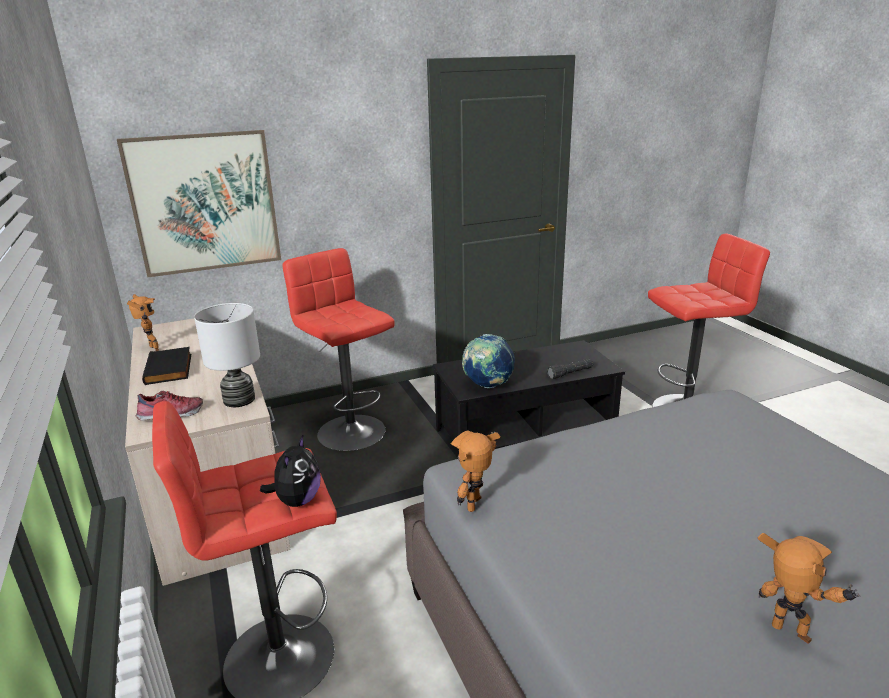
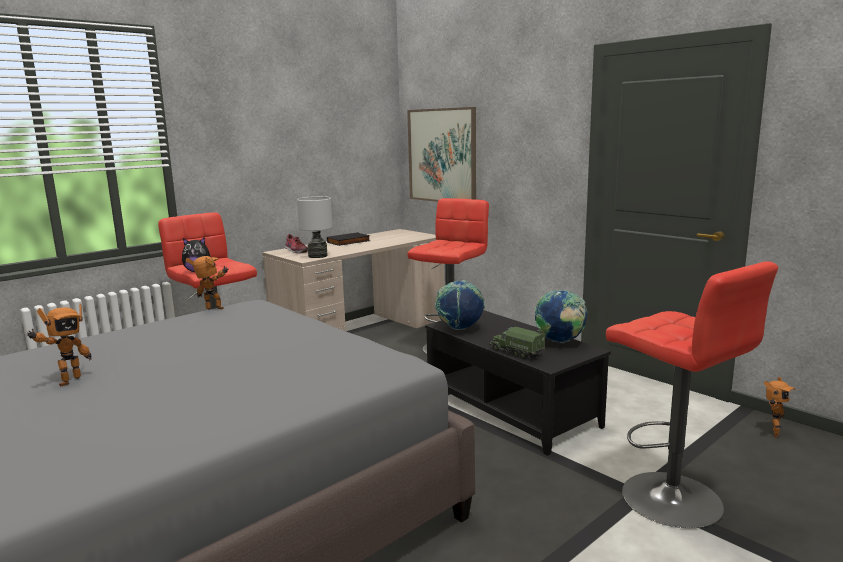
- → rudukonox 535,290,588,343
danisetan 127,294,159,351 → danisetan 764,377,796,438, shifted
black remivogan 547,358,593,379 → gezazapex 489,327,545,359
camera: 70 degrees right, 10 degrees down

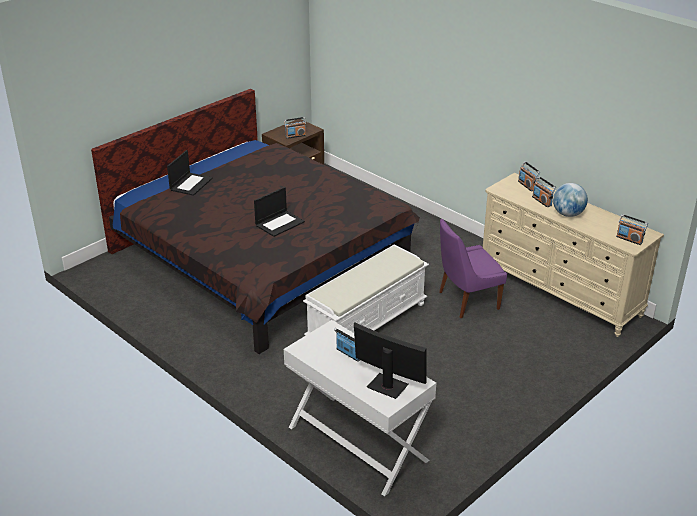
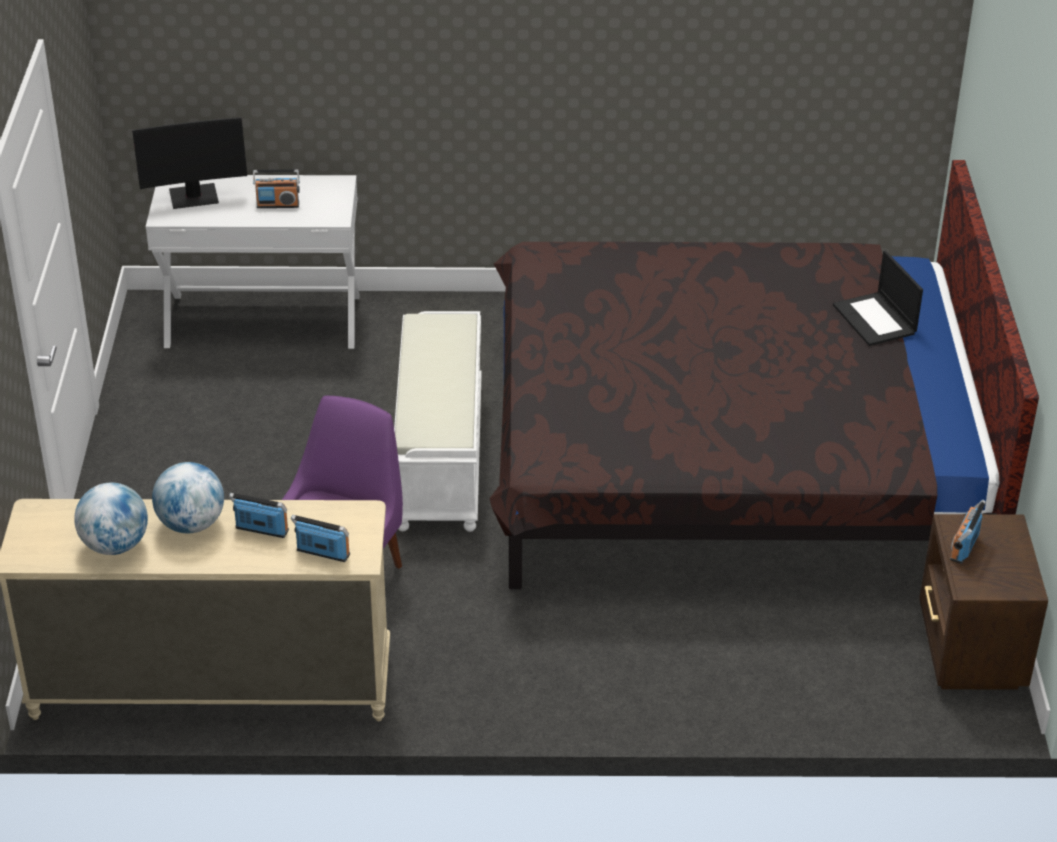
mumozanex 254,187,305,237 → -
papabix 616,214,648,245 → -
- → rudukonox 74,483,148,555
camera: 135 degrees right, 5 degrees up

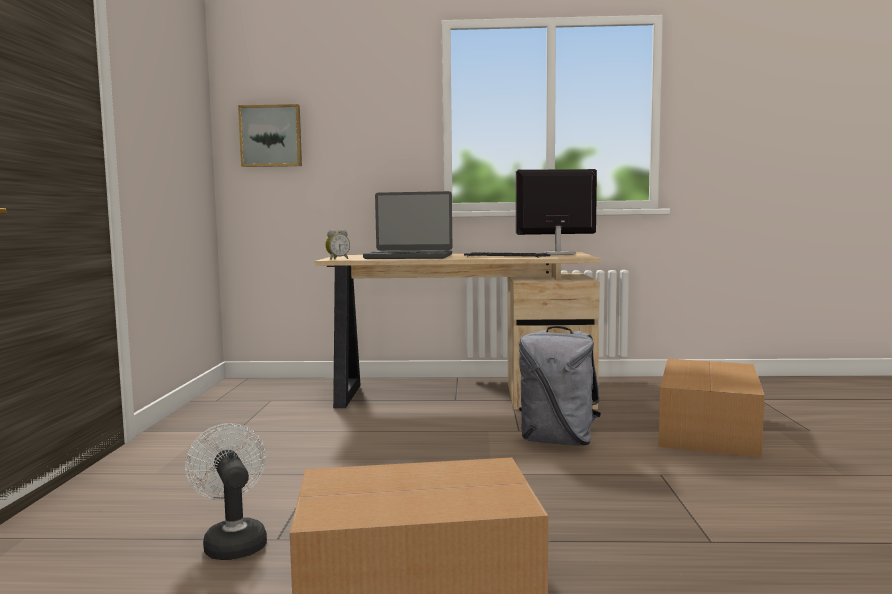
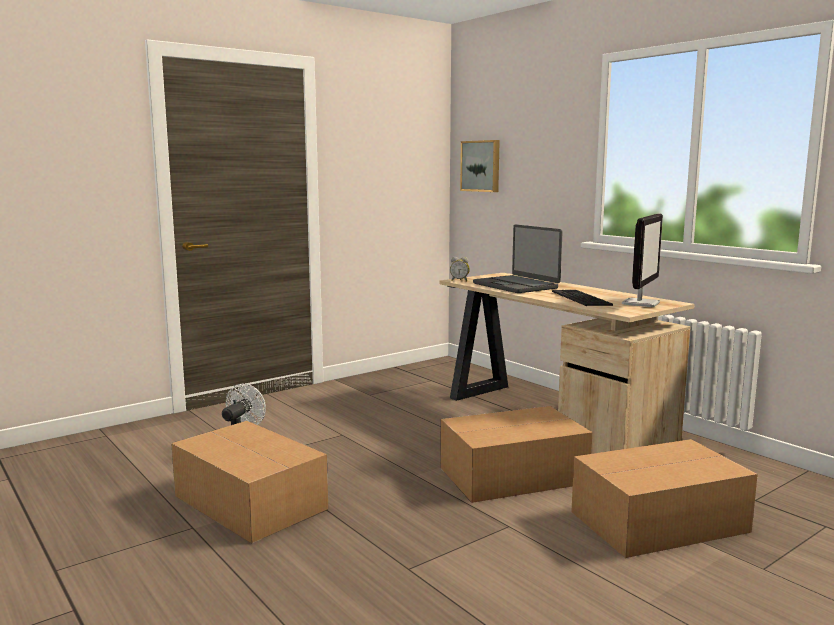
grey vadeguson 519,326,601,446 → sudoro 440,406,592,503
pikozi 516,169,597,255 → pikozi 622,214,663,307, 75 degrees clockwise
camera: 50 degrees right, 5 degrees up

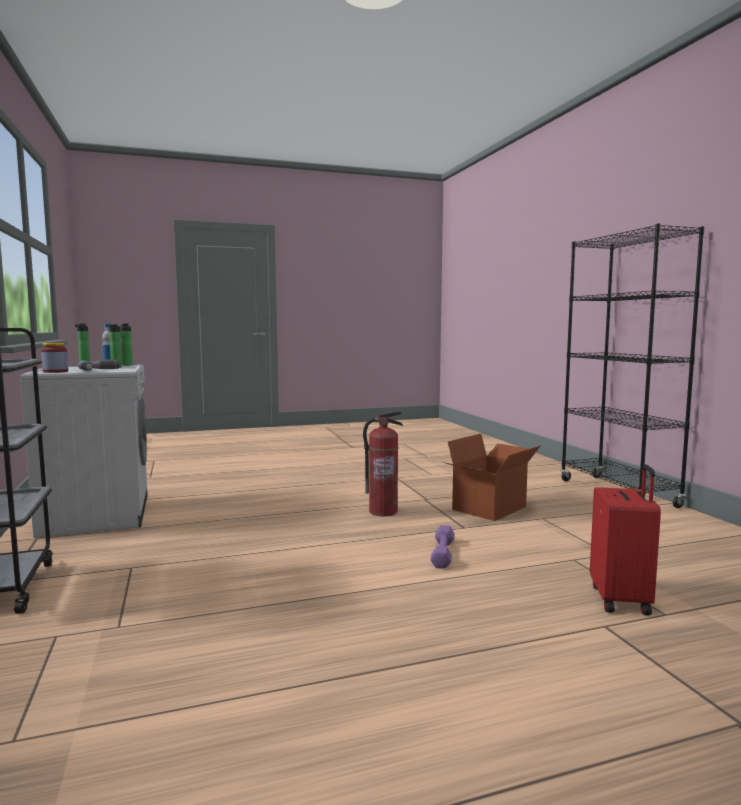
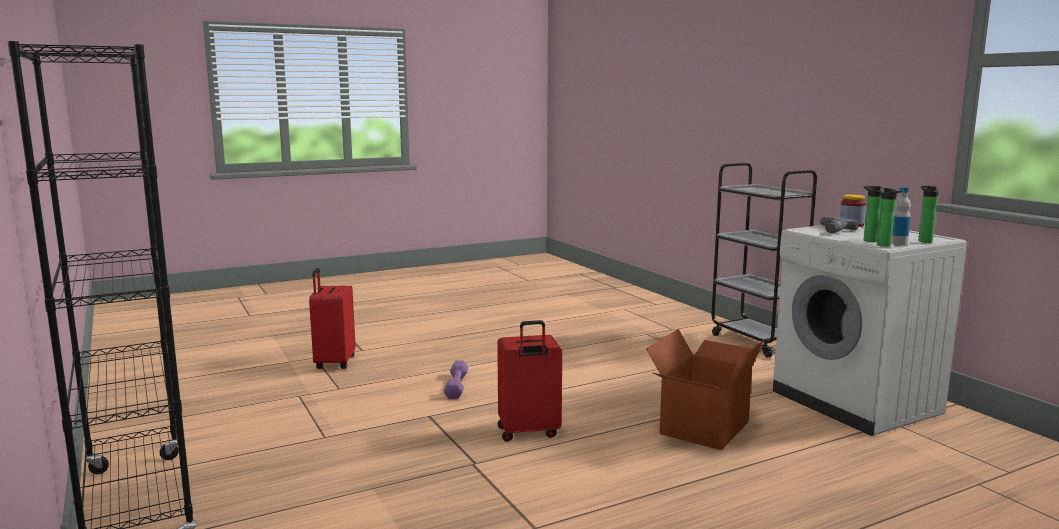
sudoro 443,434,541,521 → sudoro 646,329,764,450, shifted
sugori 363,411,403,516 → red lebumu 497,320,562,442
camera: 170 degrees right, 5 degrees up

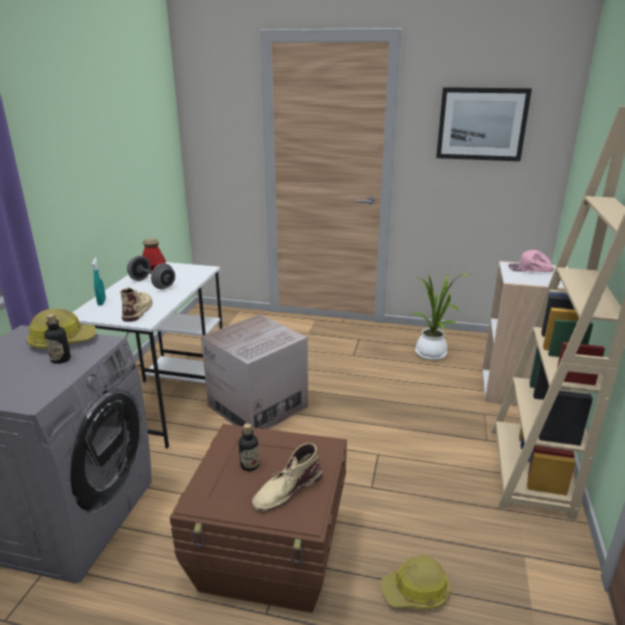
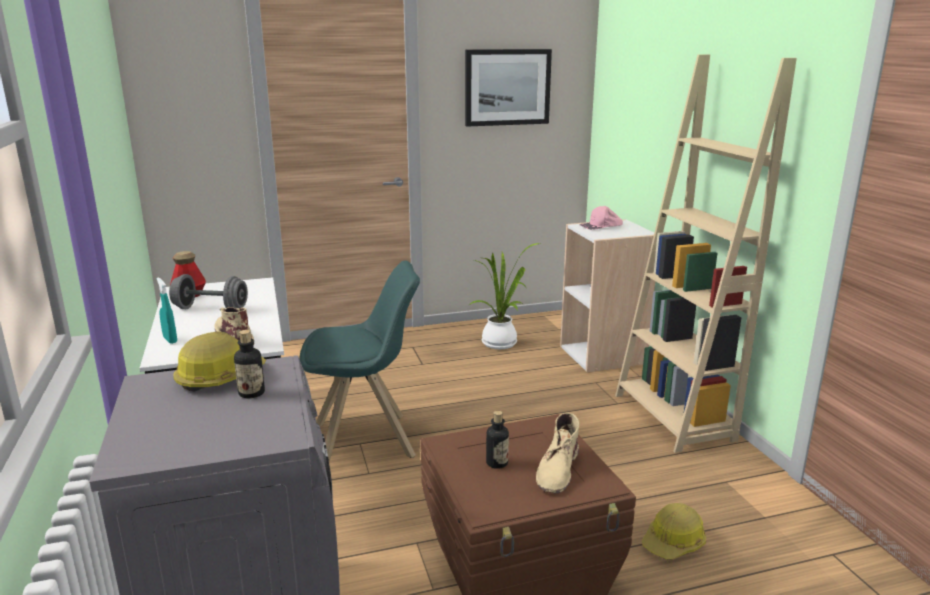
sudoro 201,314,308,429 → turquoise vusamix 299,260,420,462
camera: 30 degrees left, 5 degrees down

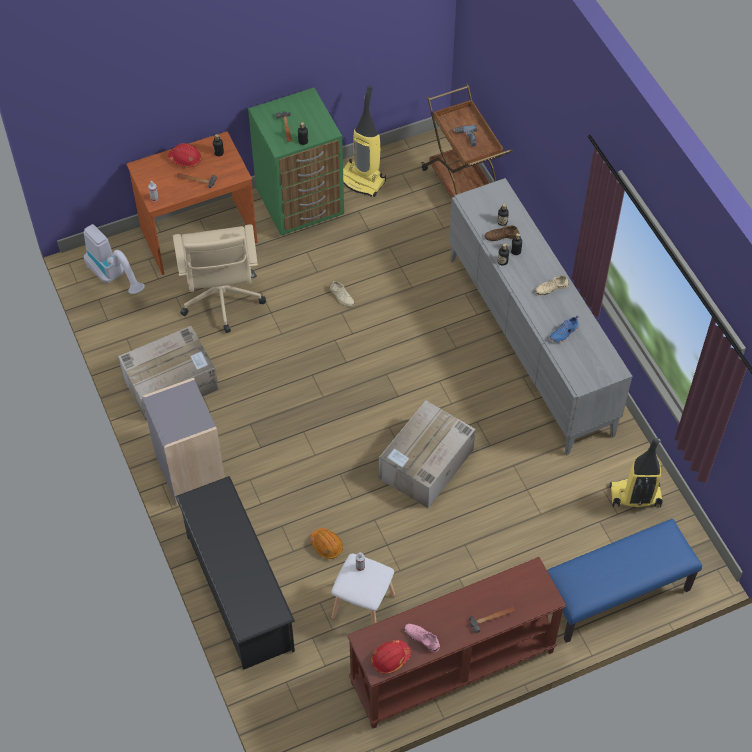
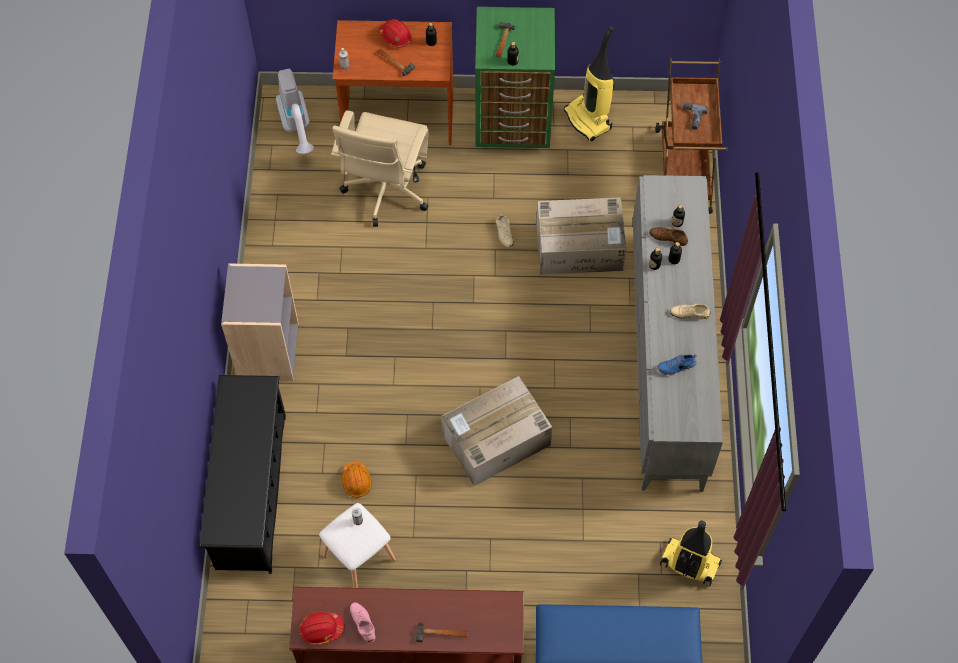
sudoro 118,326,218,421 → sudoro 536,198,627,275, shifted
camera: 25 degrees right, 5 degrees up

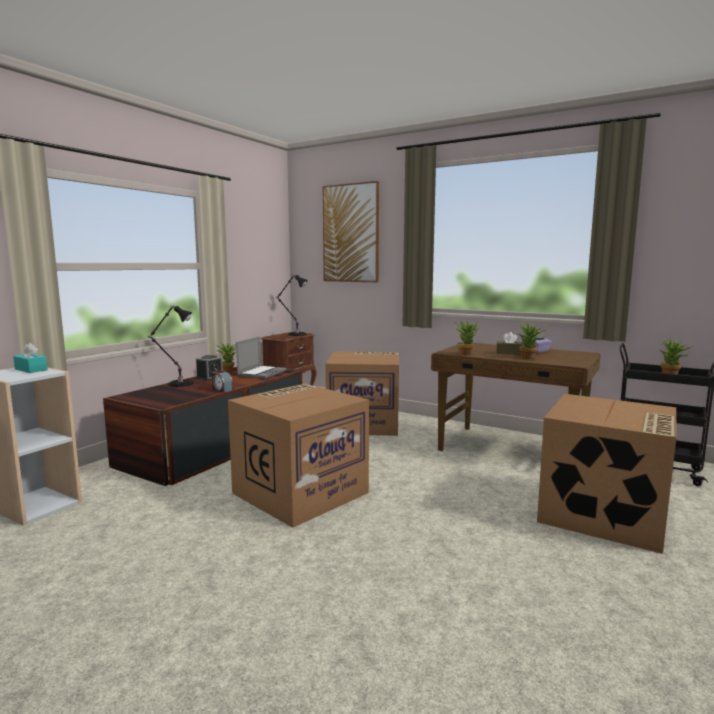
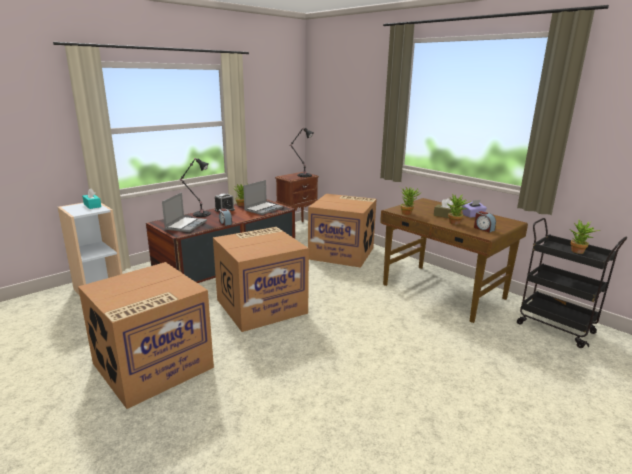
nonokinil 323,181,379,282 → -
- → mumozanex 162,192,207,232
- → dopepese 474,211,496,233
sudoro 537,394,677,554 → sudoro 78,262,214,409, shifted
camera: 15 degrees right, 10 degrees up

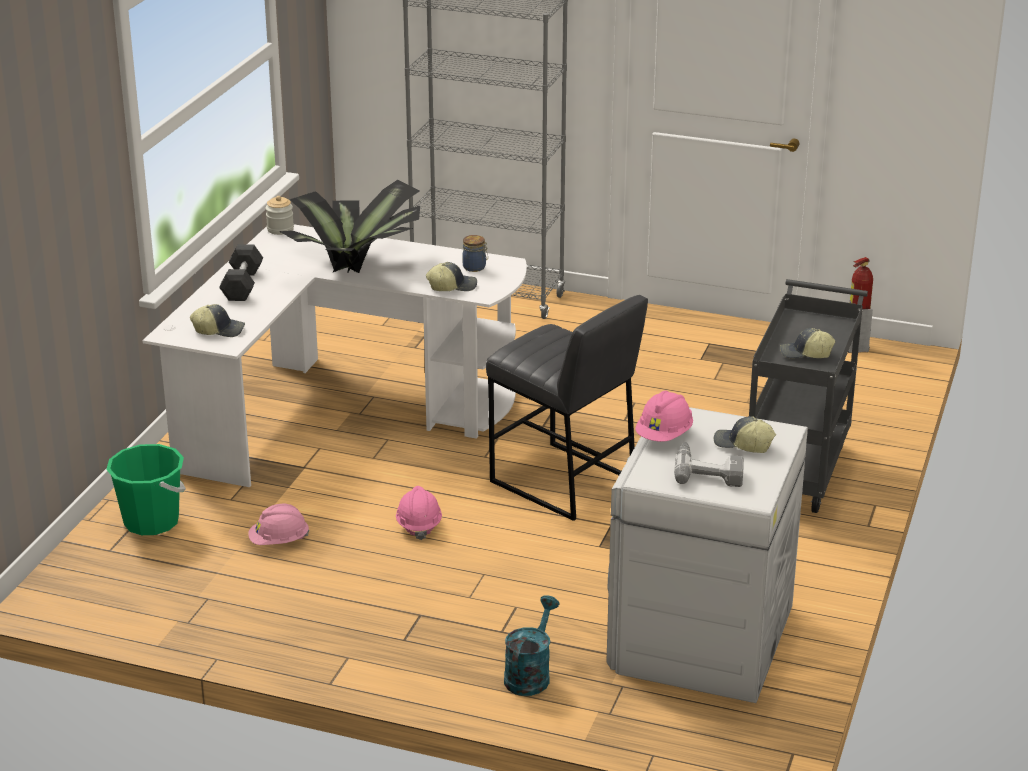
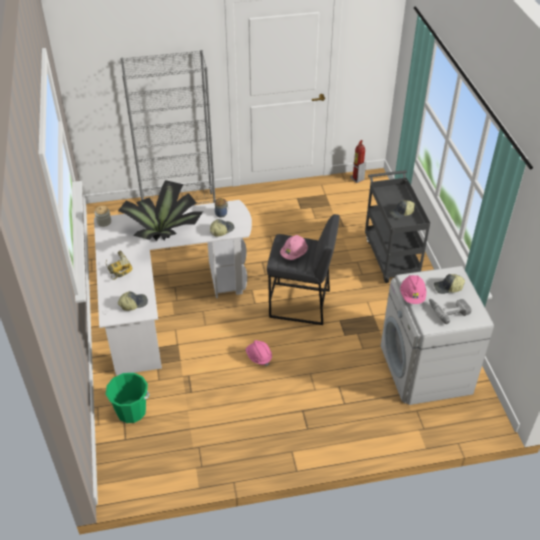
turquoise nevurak 504,595,560,696 → -
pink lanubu 248,504,310,545 → pink lanubu 280,235,308,260, shifted
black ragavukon 219,244,263,301 → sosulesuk 106,251,133,280
camera: 30 degrees left, 15 degrees up

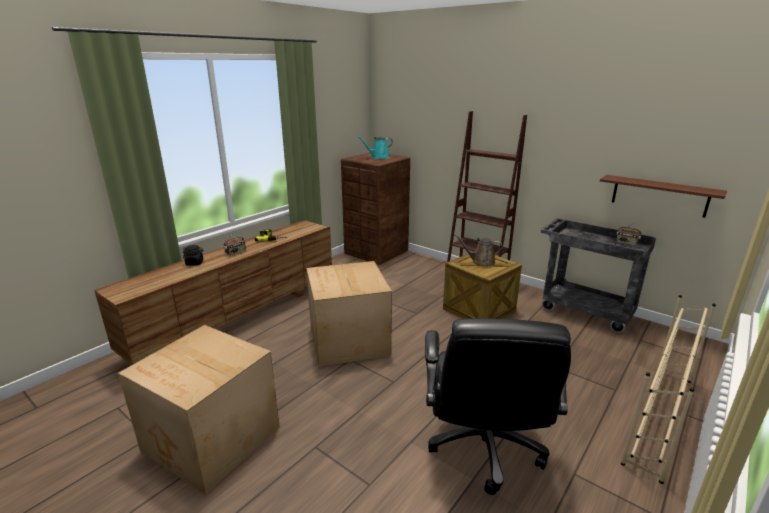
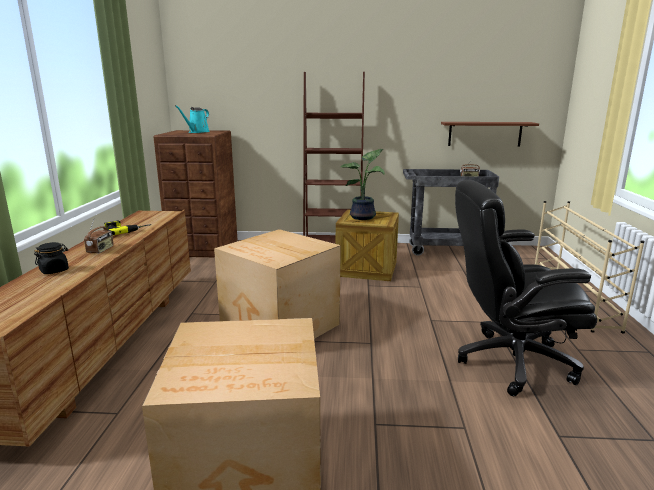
brown nevurak 454,234,503,267 → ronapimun 340,149,385,220
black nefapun 425,318,571,495 → black nefapun 455,180,597,396, 120 degrees clockwise
camera: 35 degrees left, 5 degrees down

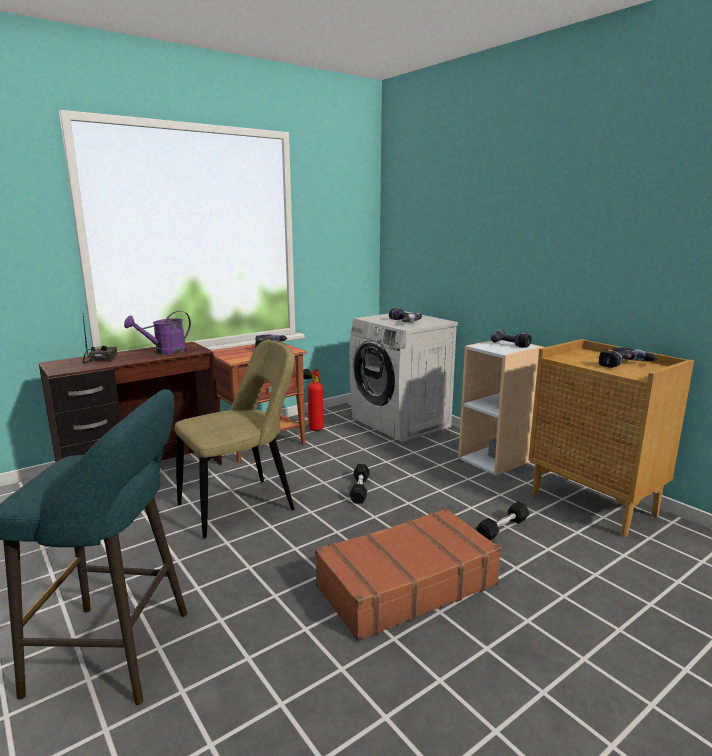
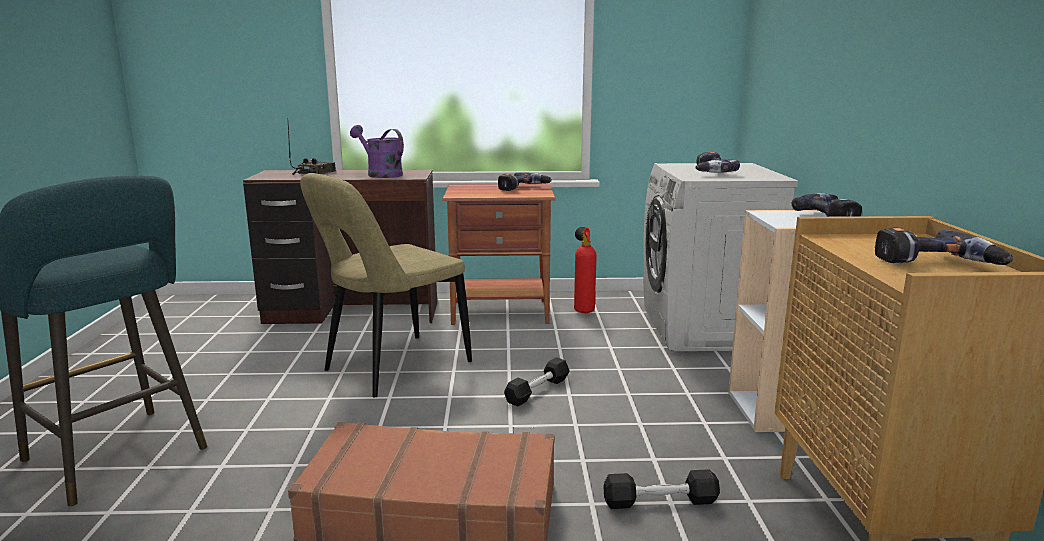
purple nevurak 124,311,191,355 → purple nevurak 350,125,404,178, 45 degrees clockwise
beige vusamix 175,340,295,539 → beige vusamix 300,173,472,398, 135 degrees clockwise
camera: 35 degrees right, 0 degrees up

